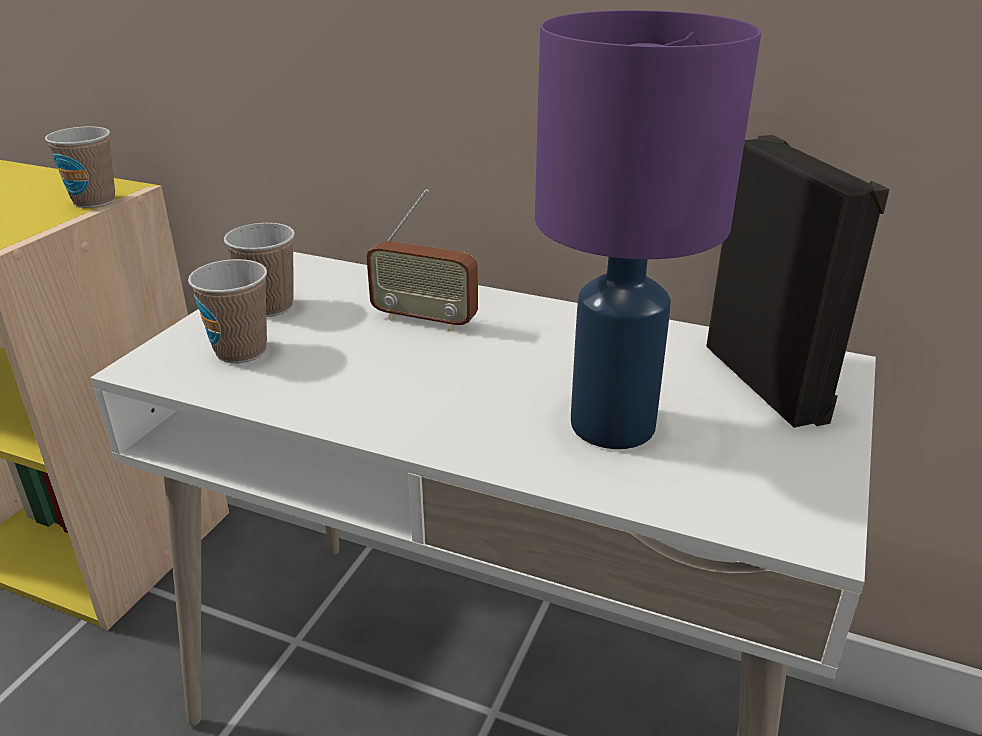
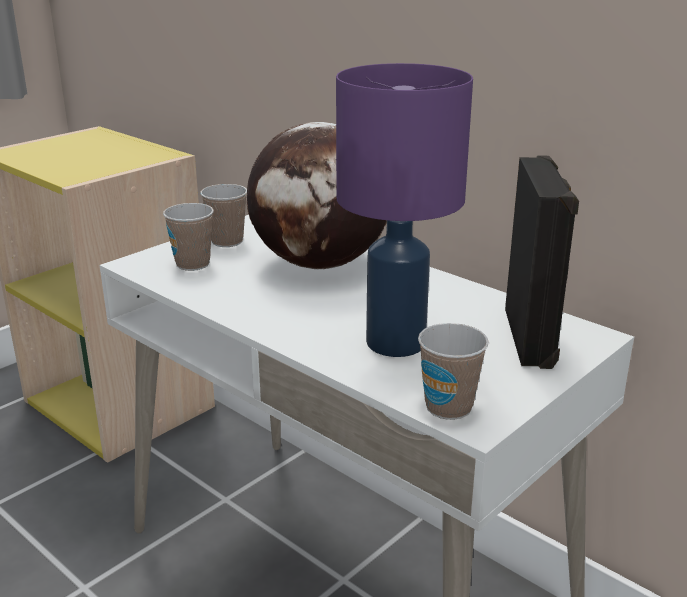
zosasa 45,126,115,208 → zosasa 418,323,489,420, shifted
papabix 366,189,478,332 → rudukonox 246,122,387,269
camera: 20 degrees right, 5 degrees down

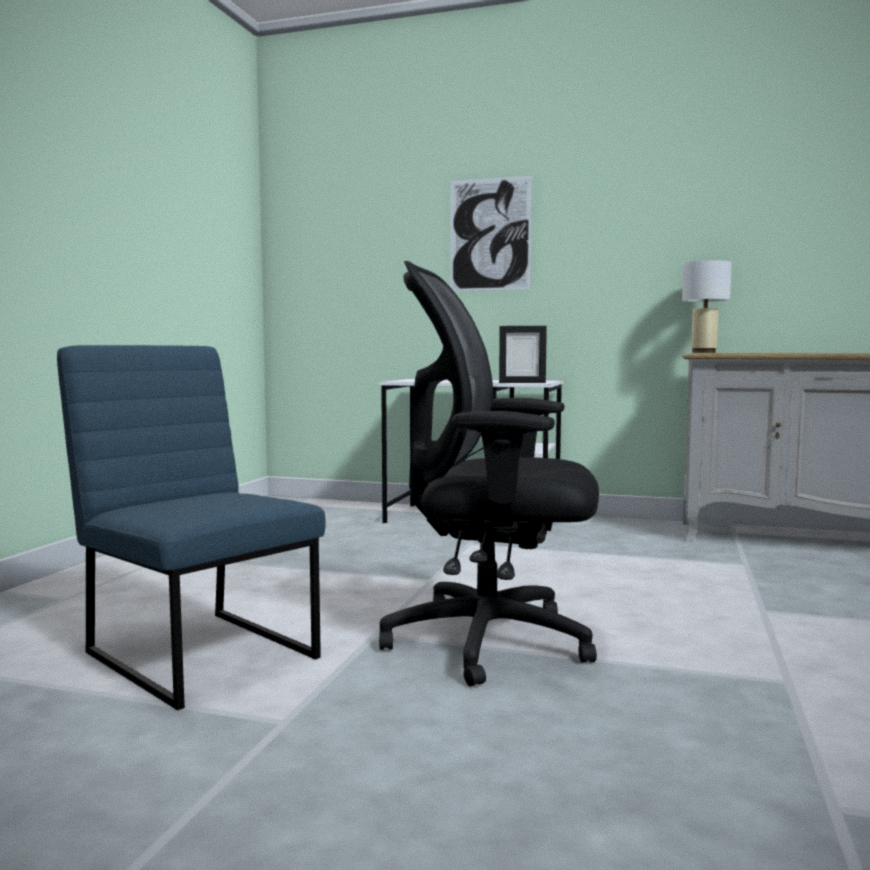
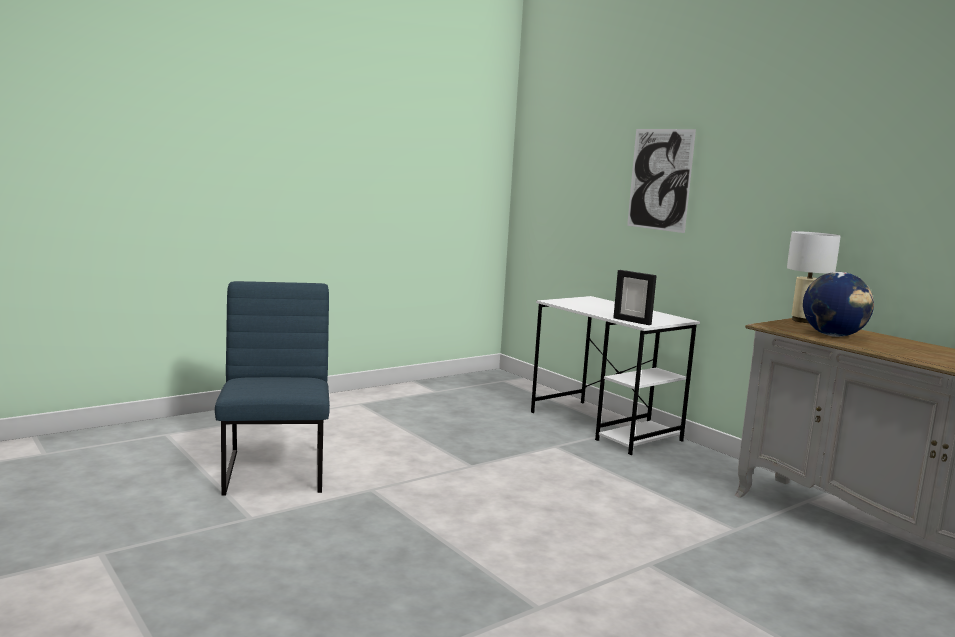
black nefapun 379,261,599,687 → -
- → rudukonox 803,272,874,337
camera: 35 degrees right, 5 degrees up

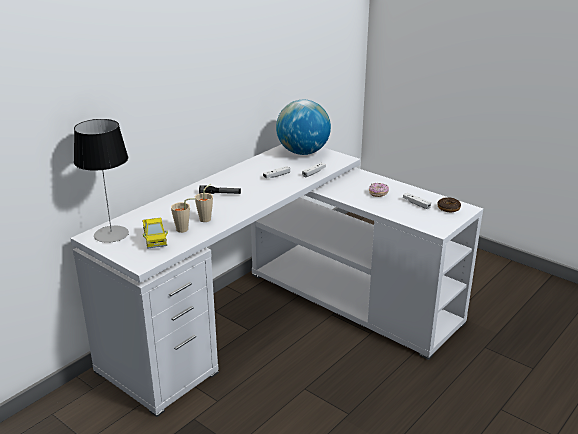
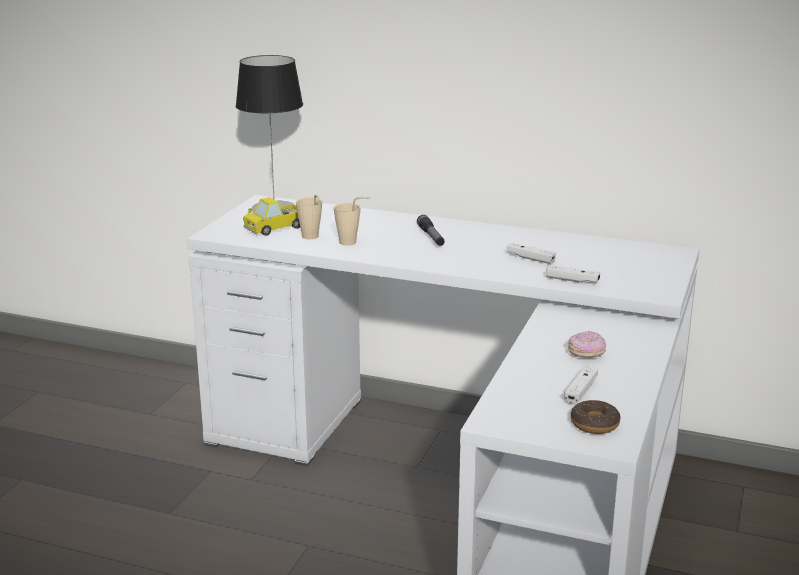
rudukonox 276,100,331,155 → -
camera: 70 degrees right, 5 degrees down

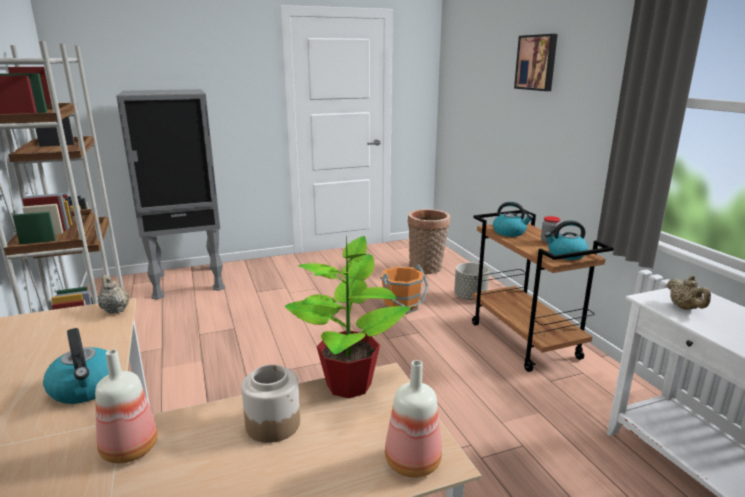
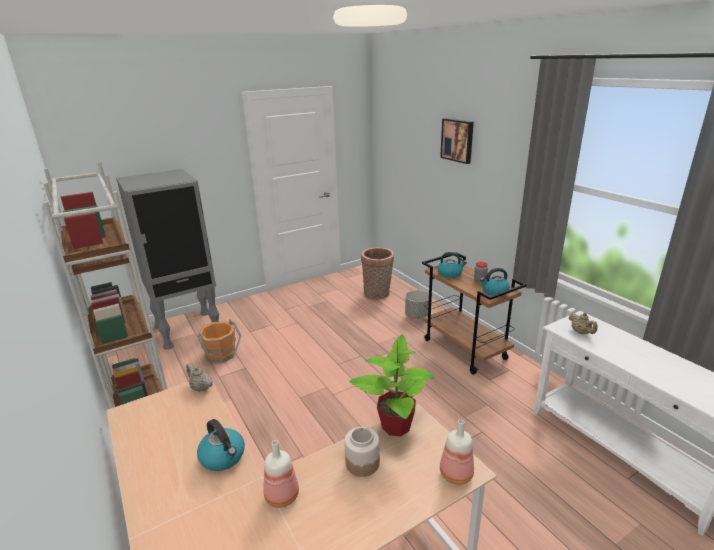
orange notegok 380,264,429,314 → orange notegok 197,319,241,363, shifted
camera: 10 degrees left, 5 degrees up

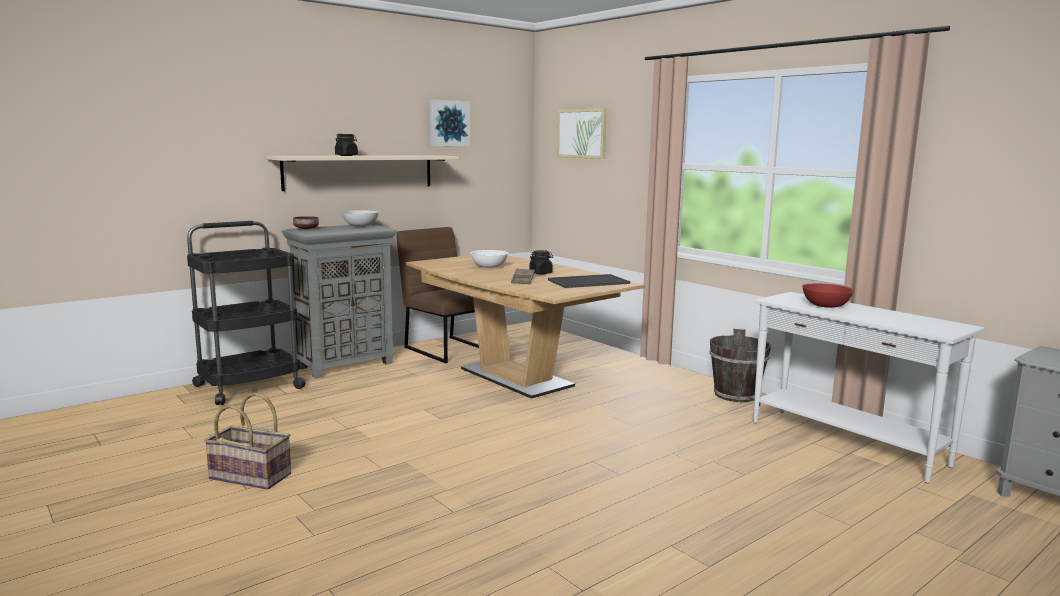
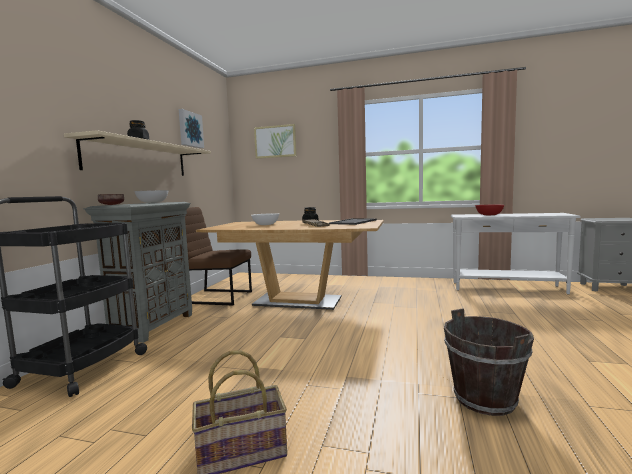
brown notegok 709,329,771,402 → brown notegok 444,308,534,416, shifted
camera: 35 degrees left, 5 degrees down

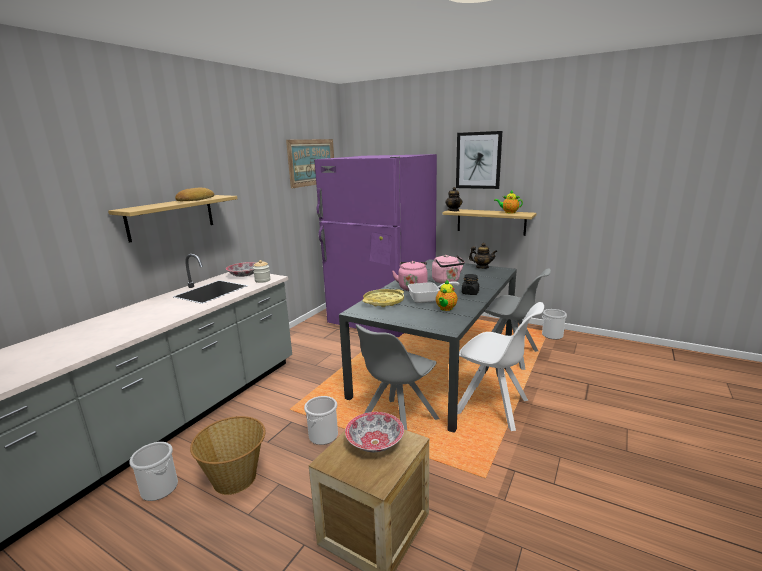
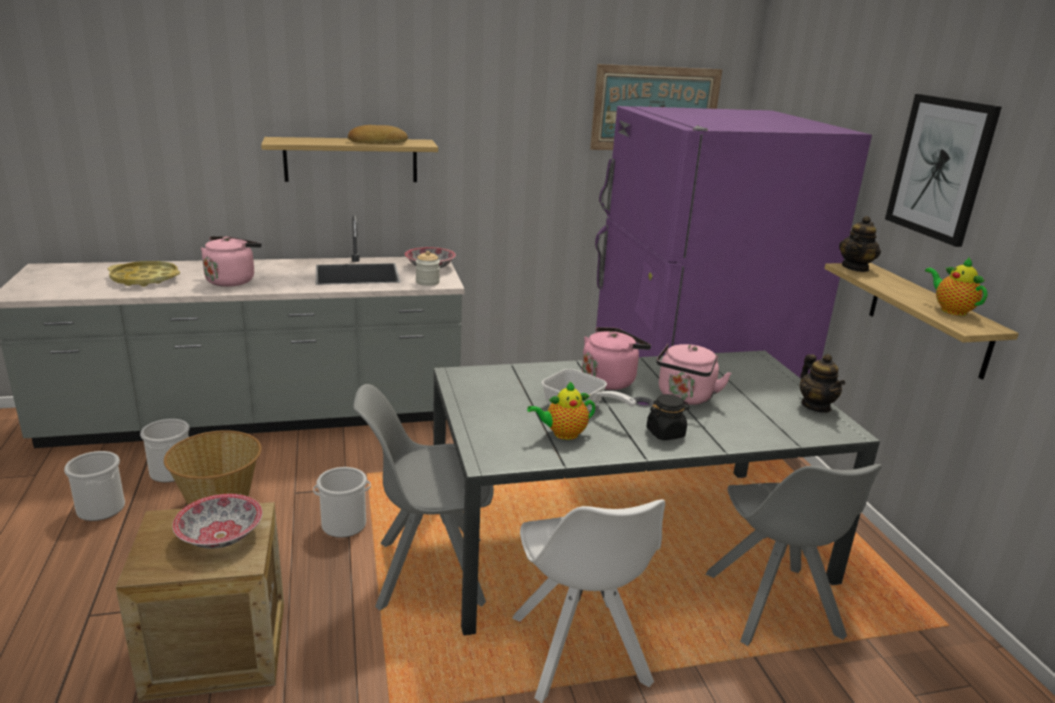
- → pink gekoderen 201,236,262,287
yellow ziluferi 362,289,404,307 → yellow ziluferi 108,261,180,287, shifted
notegok 542,309,567,339 → notegok 64,451,125,521, shifted
camera: 45 degrees right, 5 degrees up

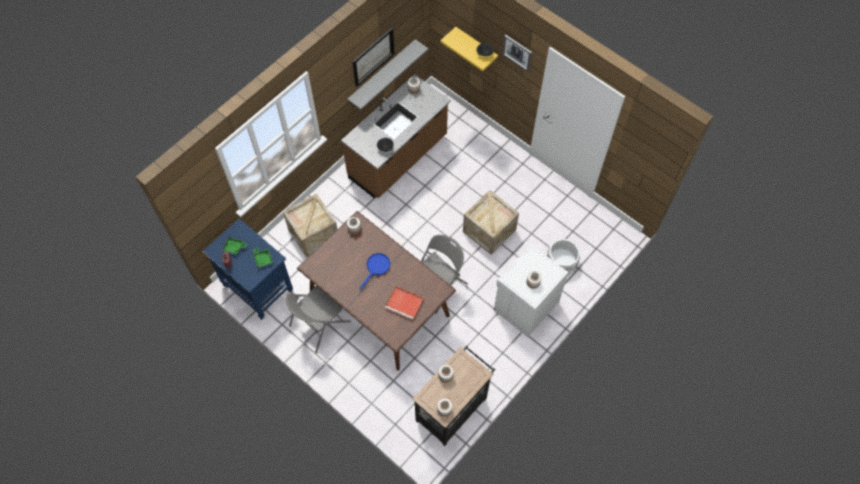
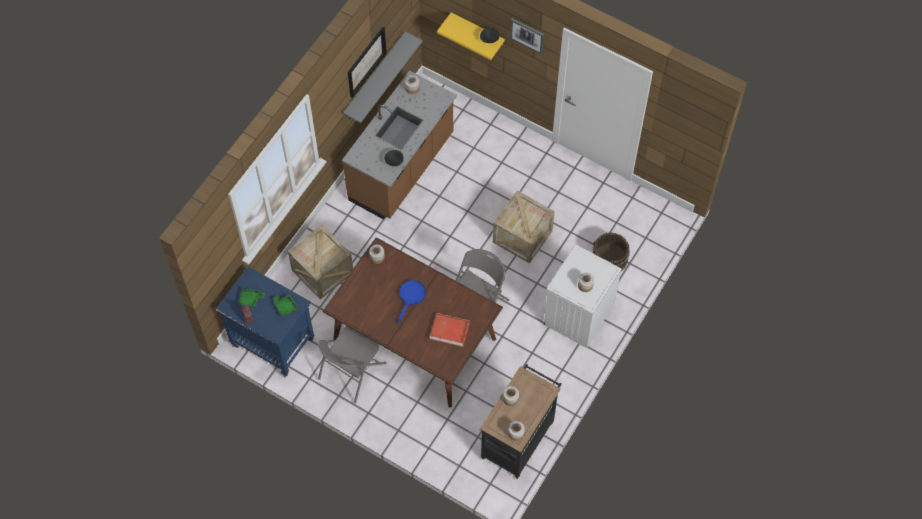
white notegok 547,239,580,275 → brown notegok 592,233,630,271
camera: 10 degrees left, 0 degrees up

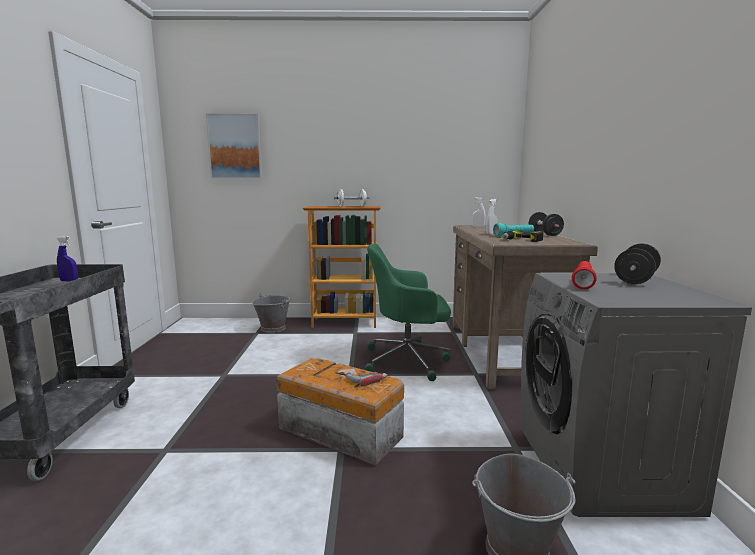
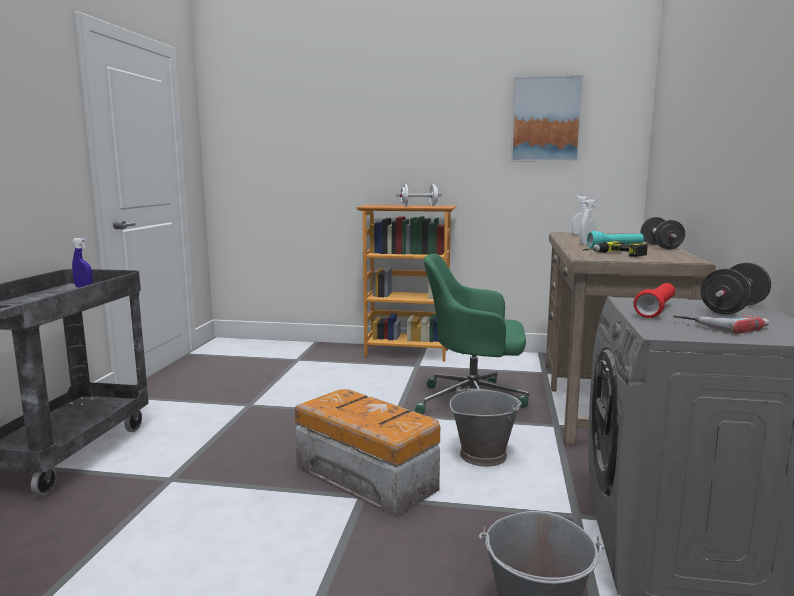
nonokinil 206,114,262,179 → nonokinil 511,75,584,161, shifted
grey notegok 252,294,291,333 → grey notegok 450,386,522,466, shifted
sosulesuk 336,372,387,387 → sosulesuk 673,315,770,334, shifted
camera: 10 degrees right, 0 degrees up

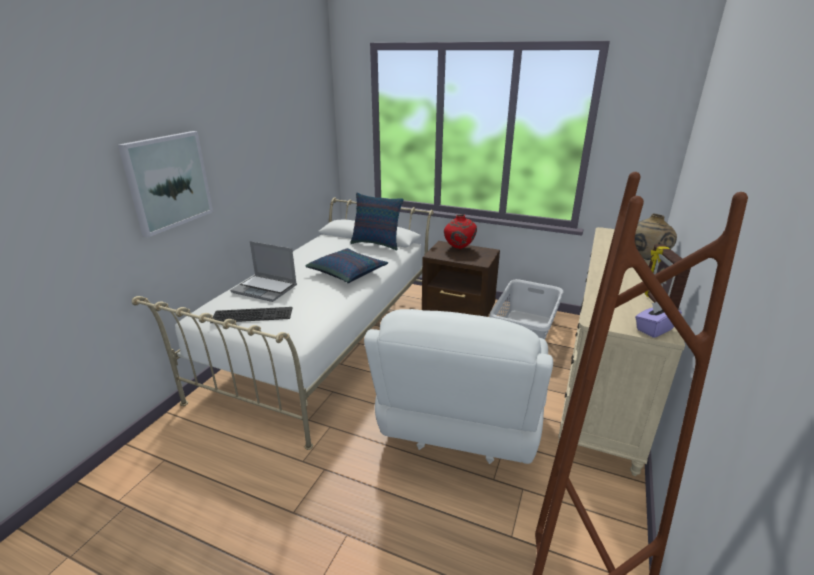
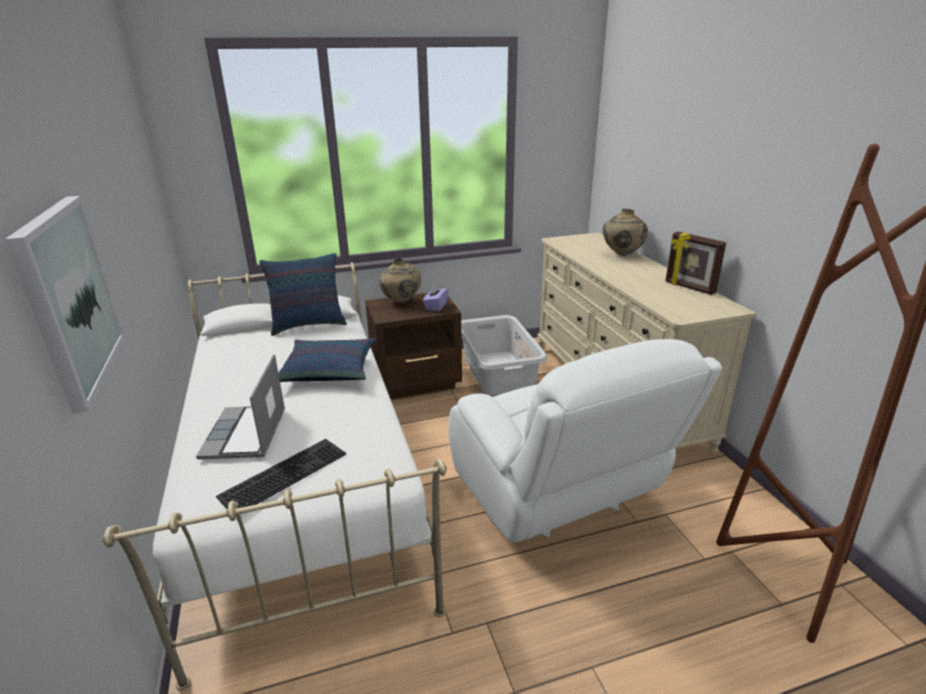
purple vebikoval 635,302,682,338 → purple vebikoval 423,284,449,312, shifted
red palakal 444,214,477,249 → beige palakal 379,258,421,303
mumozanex 230,241,297,302 → mumozanex 196,354,285,459, 105 degrees clockwise
camera: 40 degrees left, 0 degrees up

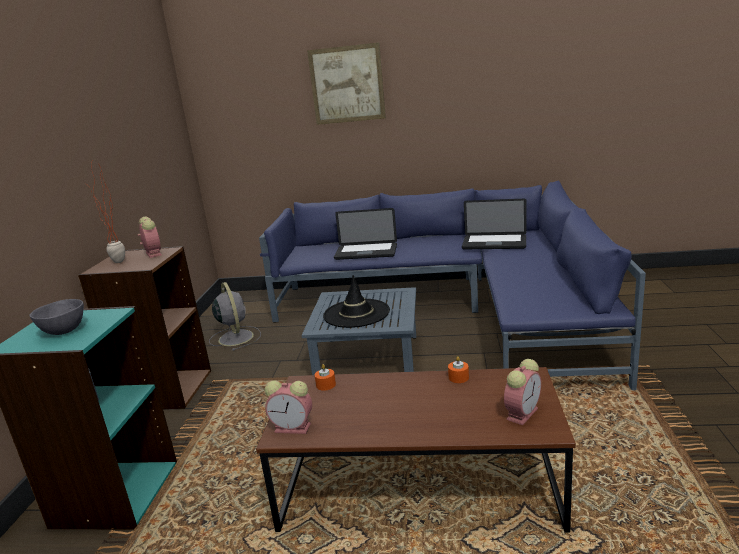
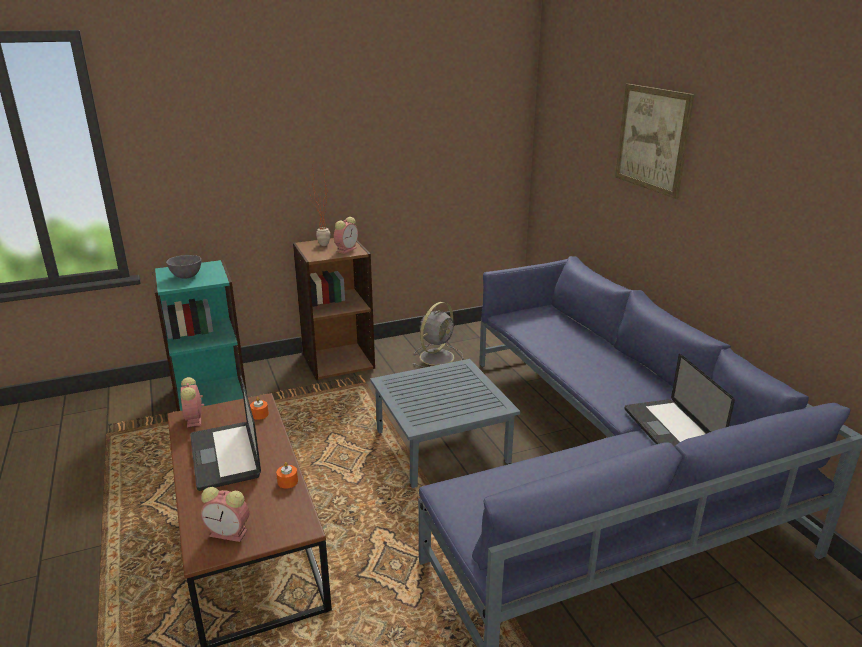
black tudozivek 323,275,390,328 → -
mumozanex 334,208,397,260 → mumozanex 190,375,261,491, shifted
camera: 60 degrees right, 5 degrees up

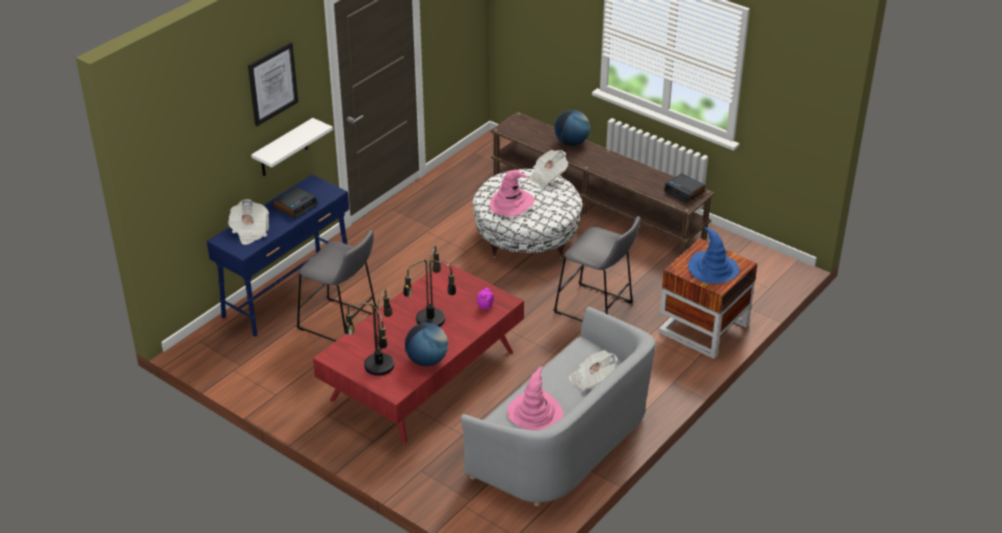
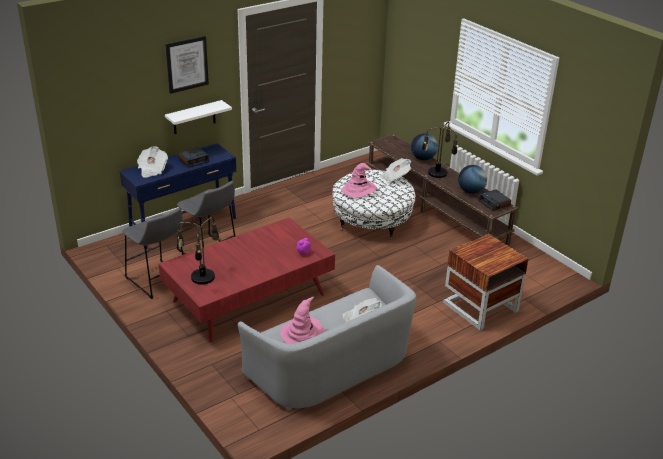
blue tudozivek 688,227,739,284 → -
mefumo 403,245,456,327 → mefumo 422,121,457,178, shifted
rudukonox 405,323,448,366 → rudukonox 458,165,487,194, shifted
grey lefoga 553,216,641,322 → grey lefoga 123,208,183,299, shifted
camera: 15 degrees right, 5 degrees down

